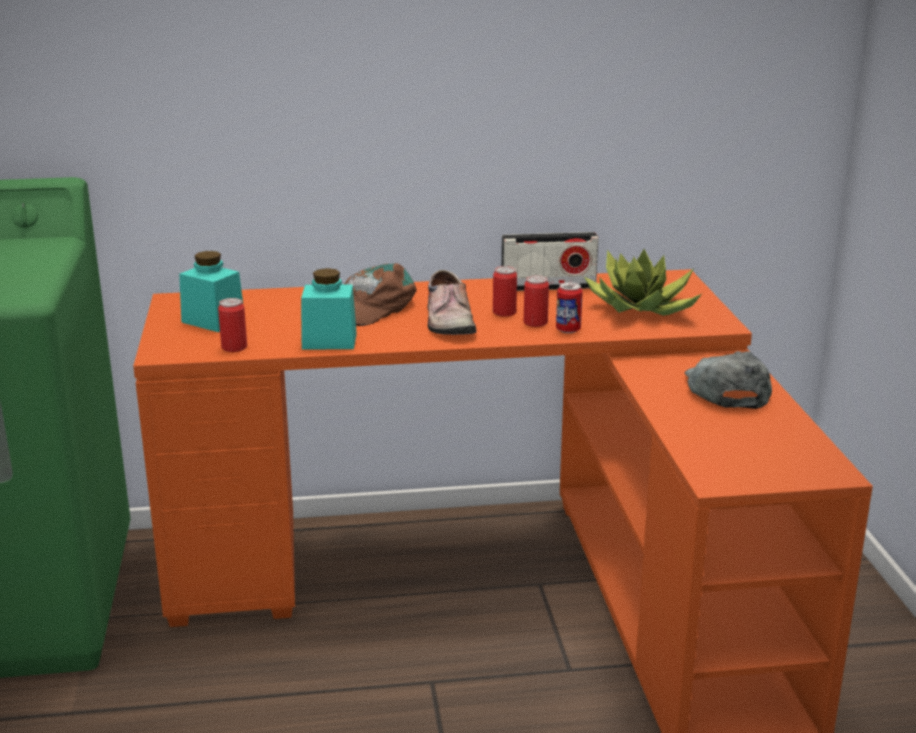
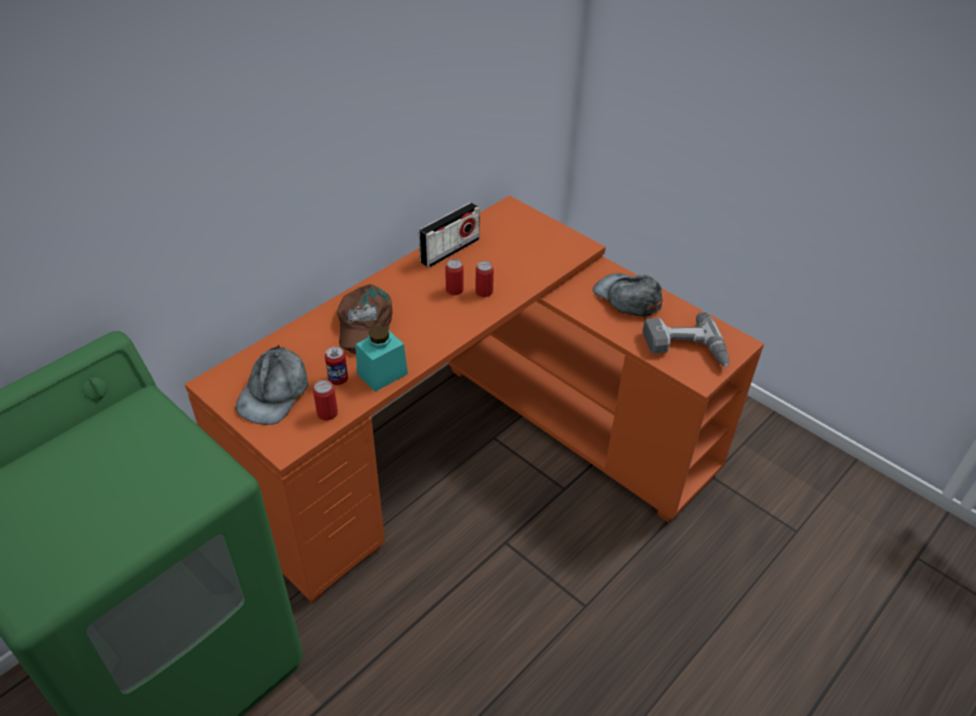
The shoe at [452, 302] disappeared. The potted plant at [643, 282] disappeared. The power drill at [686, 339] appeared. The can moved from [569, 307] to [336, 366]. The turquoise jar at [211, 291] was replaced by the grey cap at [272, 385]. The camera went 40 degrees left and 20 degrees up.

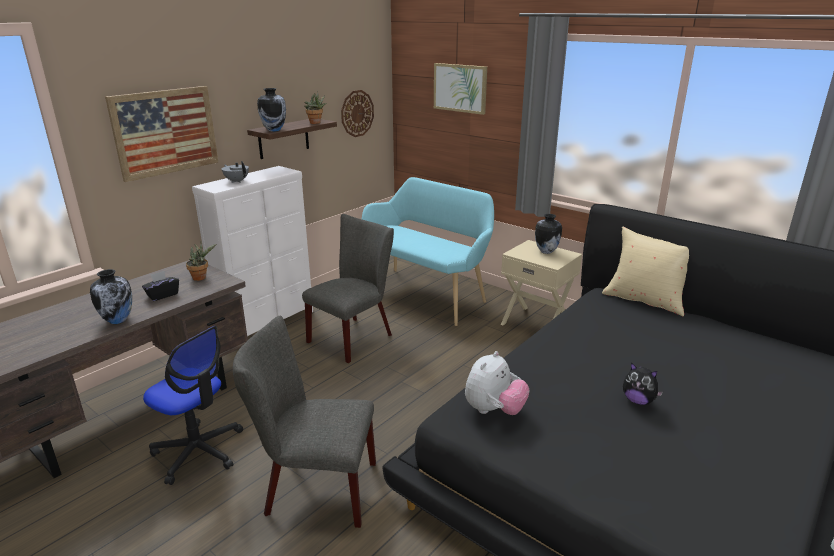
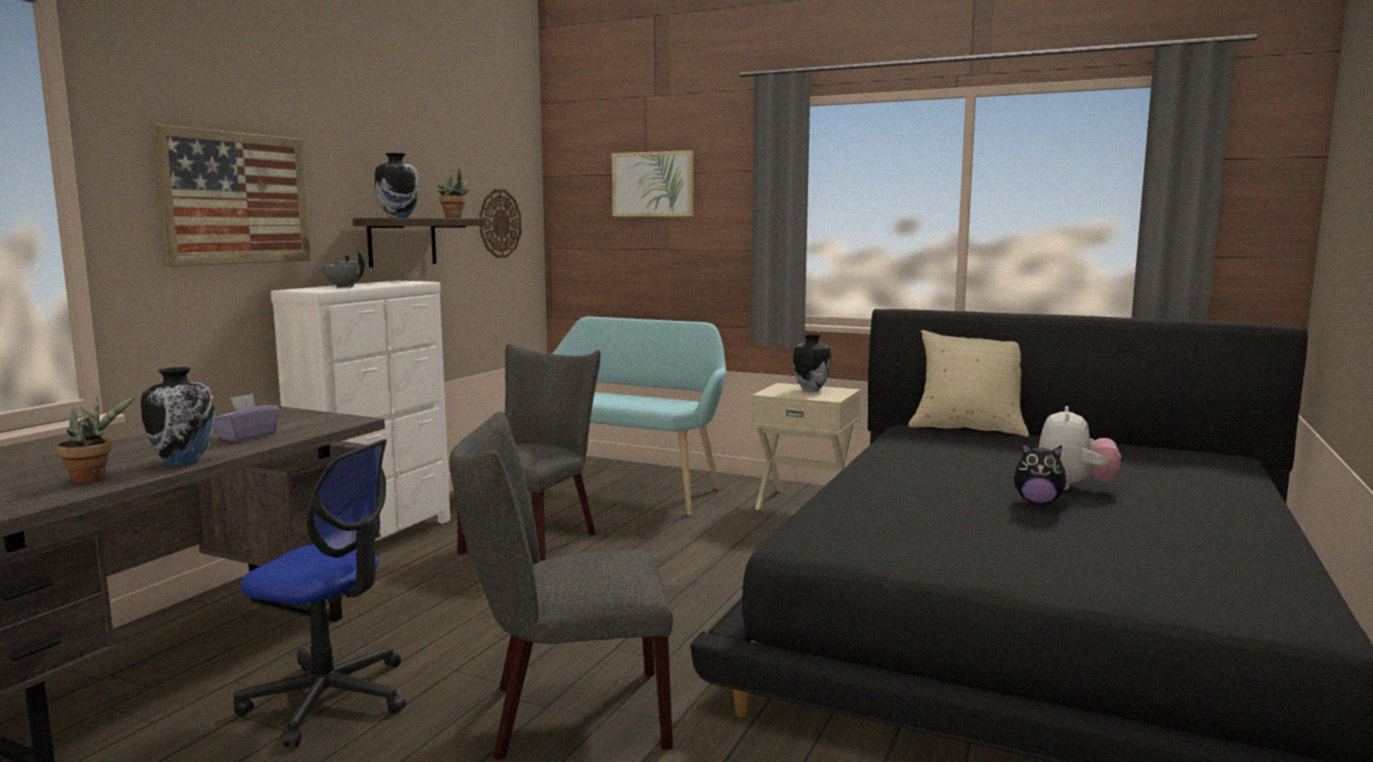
The potted plant moved from [201, 262] to [96, 439]. The plush toy moved from [497, 383] to [1079, 448]. The black tissue box at [160, 286] became the purple tissue box at [247, 418]. The camera went 15 degrees left and 15 degrees down.

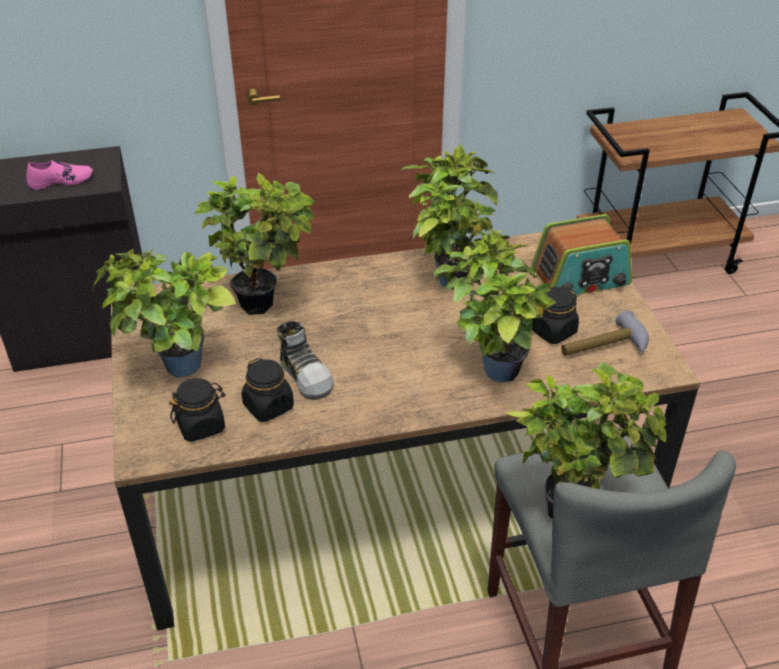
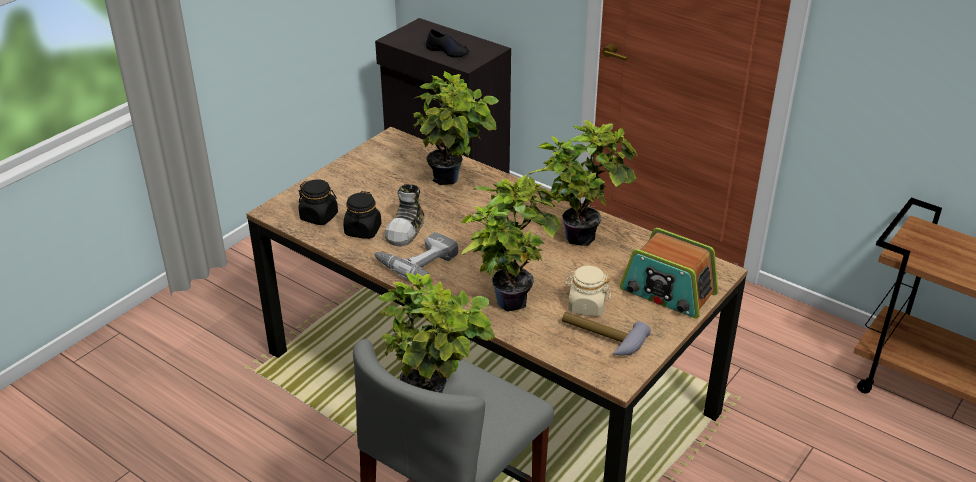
The potted plant at [164, 313] disappeared. The power drill at [416, 256] appeared. The pink shoe at [59, 175] became the black shoe at [447, 43]. The black jar at [555, 315] became the beige jar at [588, 291]. The camera went 50 degrees right and 5 degrees down.

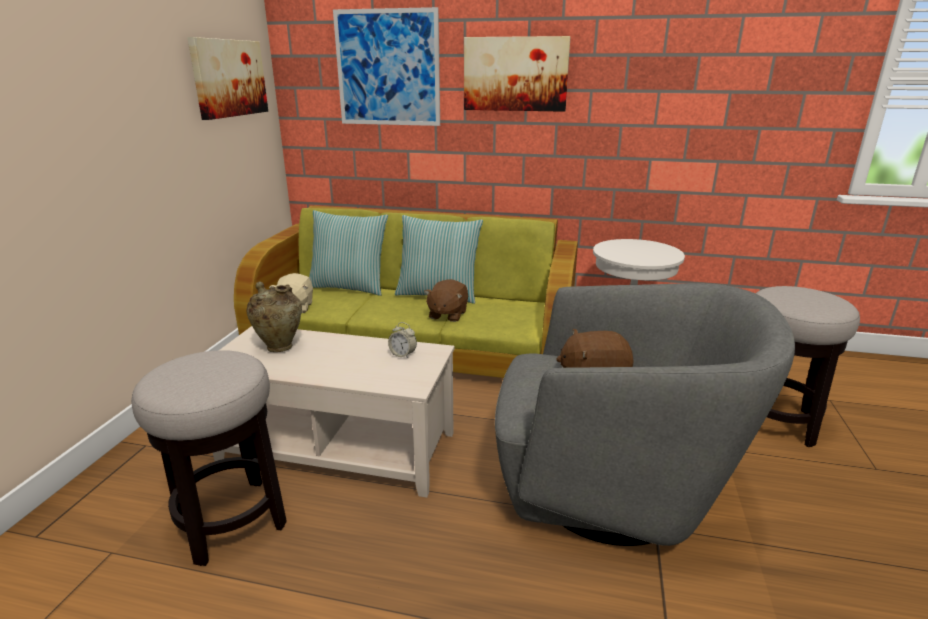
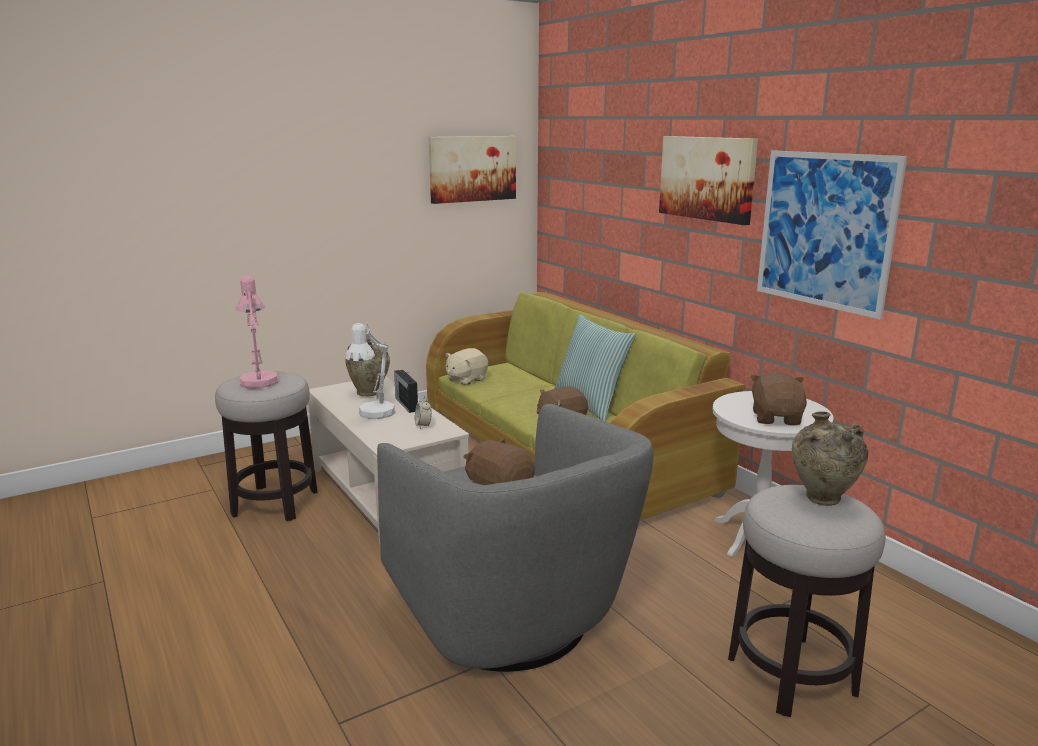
The pillow at [348, 253] disappeared. The pink table lamp at [257, 332] appeared. The white table lamp at [371, 371] appeared. The radio at [406, 391] appeared. The brown plush toy at [778, 398] appeared. The beige vase at [830, 458] appeared. The picture moved from [386, 66] to [832, 235]. The camera went 45 degrees right and 5 degrees down.

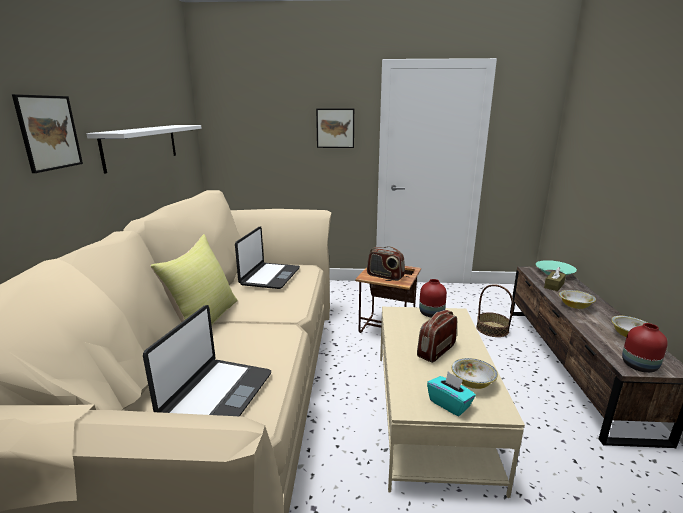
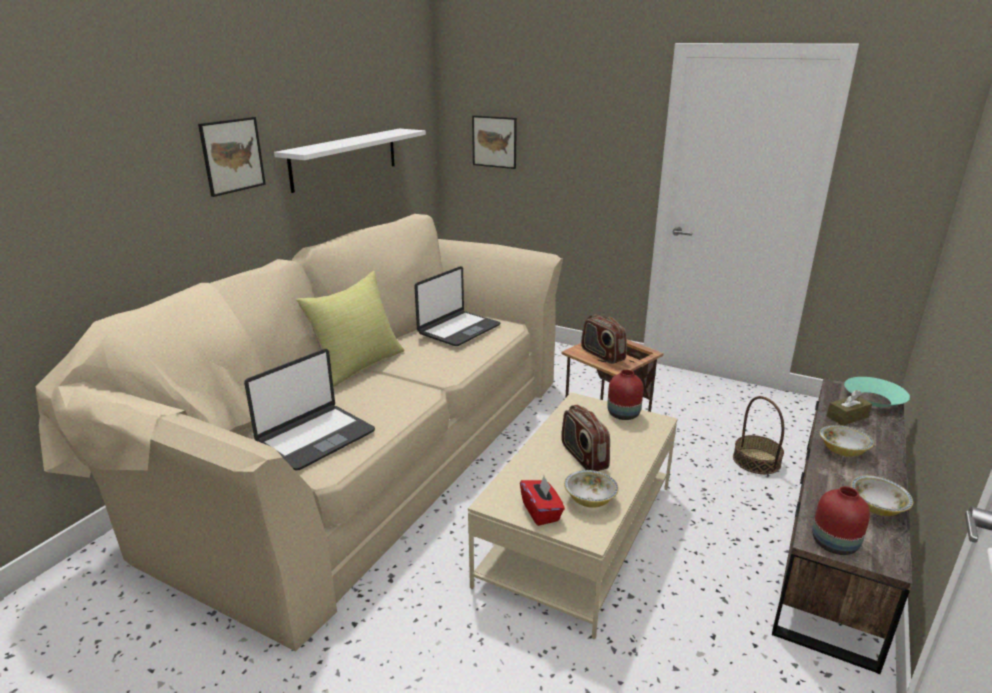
The picture moved from [335, 128] to [494, 142]. The turquoise tissue box at [451, 394] became the red tissue box at [542, 501]. The radio at [437, 336] turned 90 degrees counterclockwise. The camera went 25 degrees right and 5 degrees up.

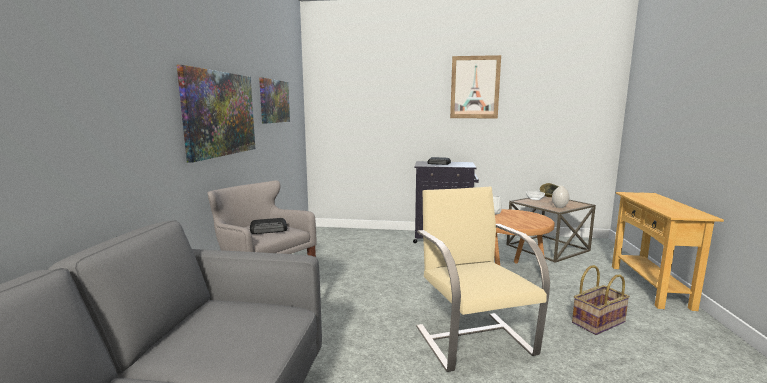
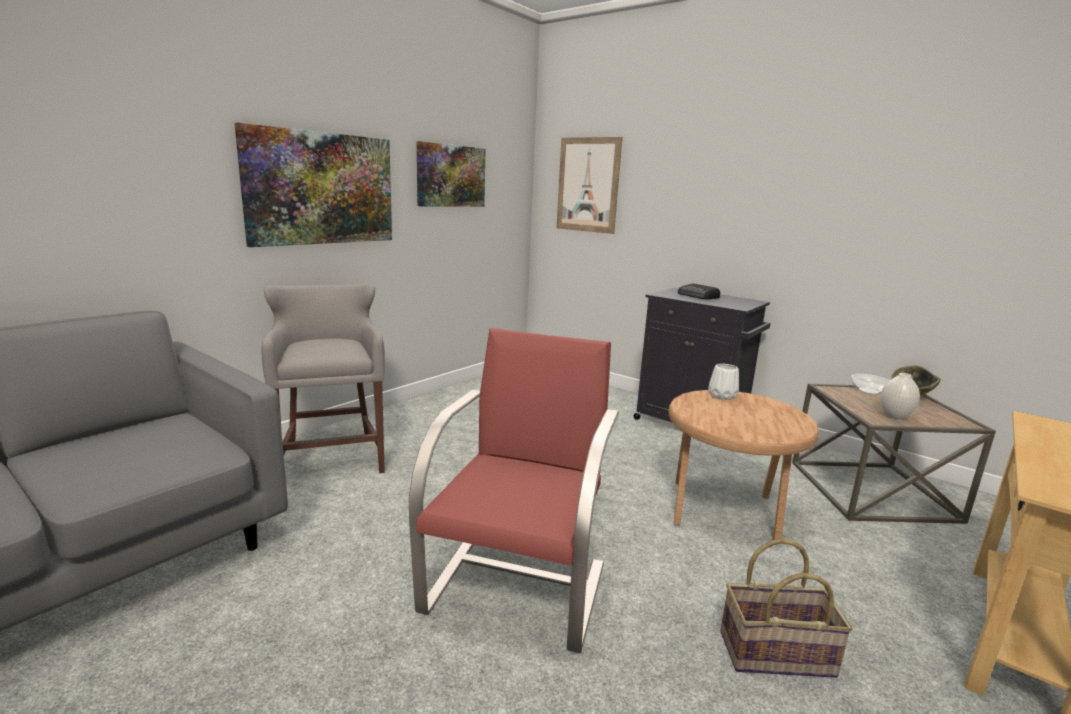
The radio at [268, 226] disappeared. The picture moved from [475, 86] to [589, 185]. The beige armchair at [483, 279] became the red armchair at [514, 490]. The camera went 30 degrees right and 5 degrees up.

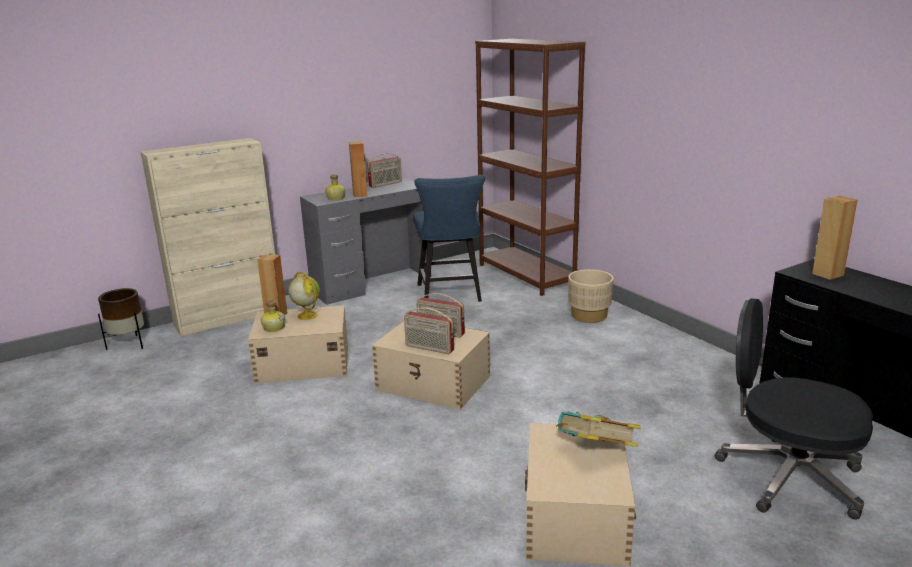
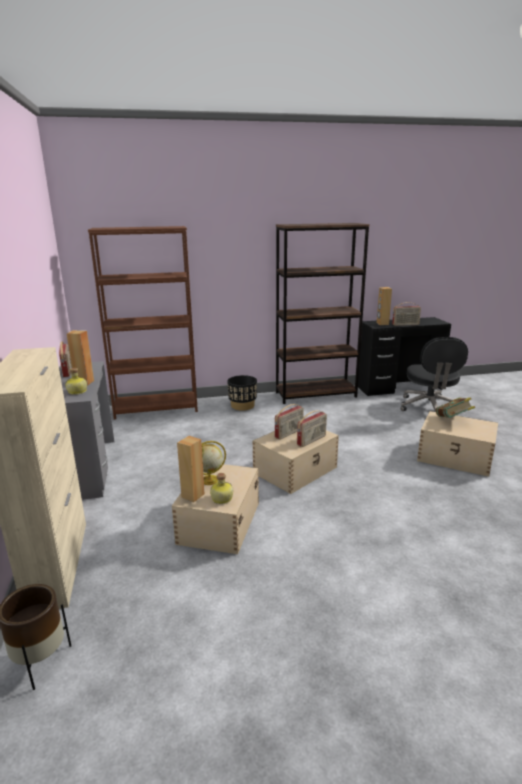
The blue chair at [449, 238] disappeared. The brown bookcase at [323, 313] appeared. The radio at [406, 314] appeared. The beige planter at [591, 296] became the black planter at [242, 393]. The black office chair at [794, 409] turned 45 degrees counterclockwise. The camera went 70 degrees left and 0 degrees up.

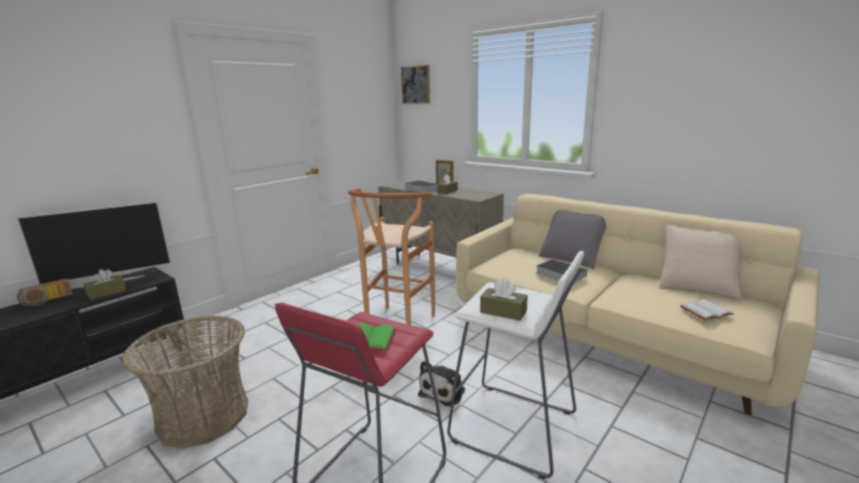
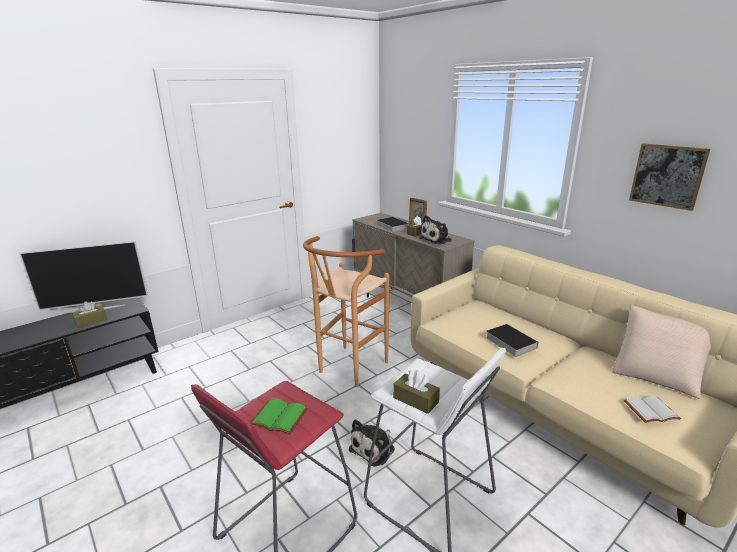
The radio at [44, 292] disappeared. The basket at [185, 382] disappeared. The grey pillow at [572, 239] disappeared. The plush toy at [435, 229] appeared. The picture moved from [415, 84] to [669, 177]. The camera went 10 degrees right and 5 degrees up.

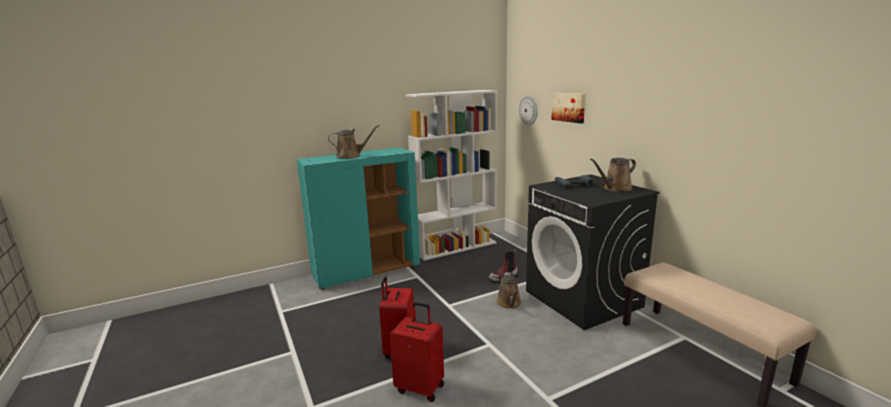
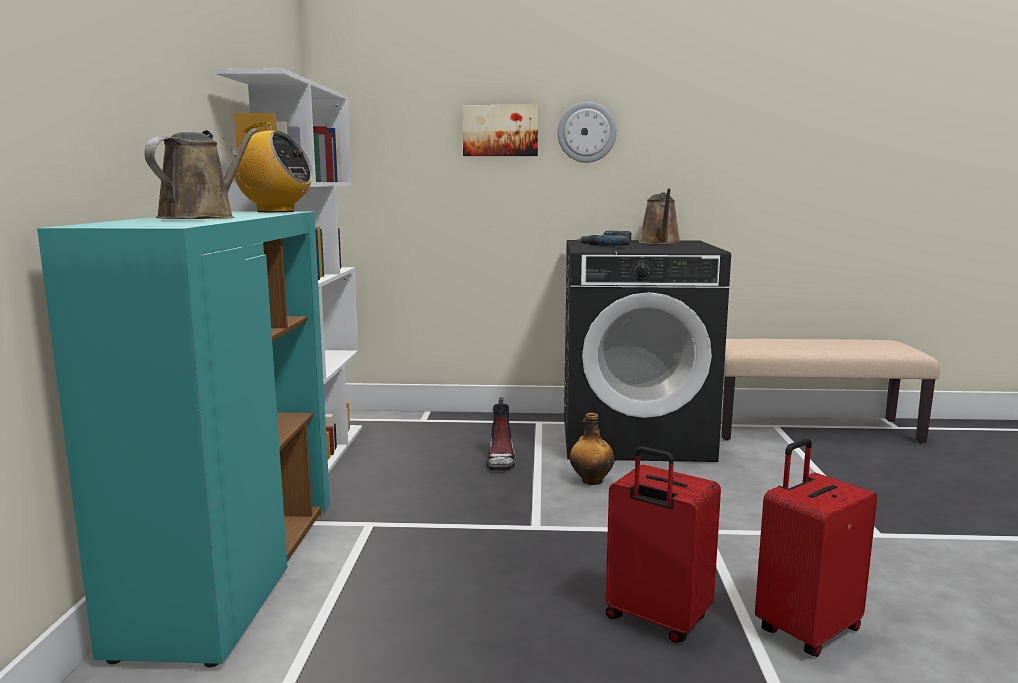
The radio at [268, 167] appeared. The wall clock moved from [528, 110] to [587, 132]. The brown watering can at [509, 290] was replaced by the bottle at [592, 449]. The camera went 60 degrees left and 5 degrees down.

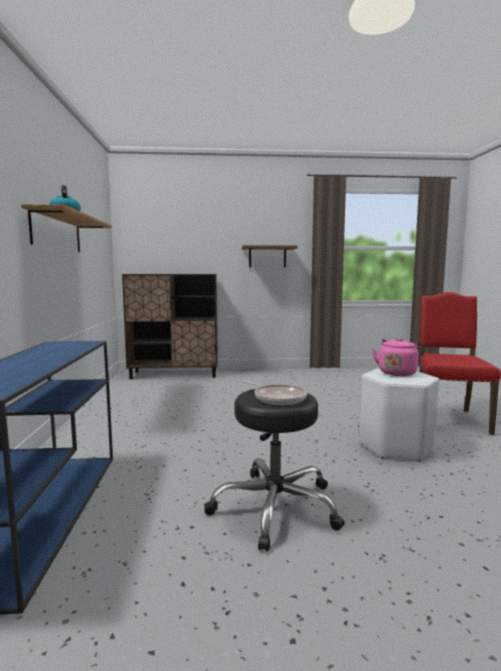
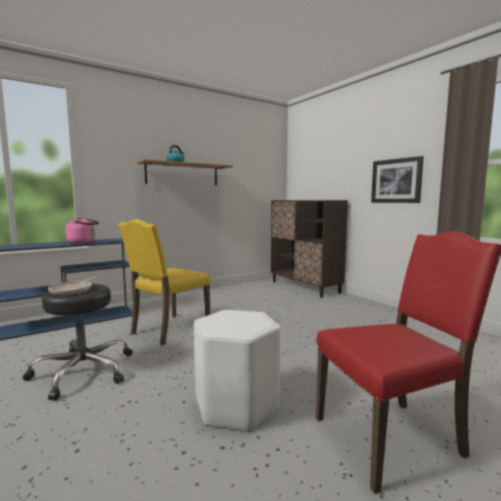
The yellow chair at [164, 282] appeared. The pink kettle moved from [396, 357] to [82, 230]. The shelf at [270, 256] was replaced by the picture at [397, 179]. The camera went 60 degrees right and 0 degrees up.

